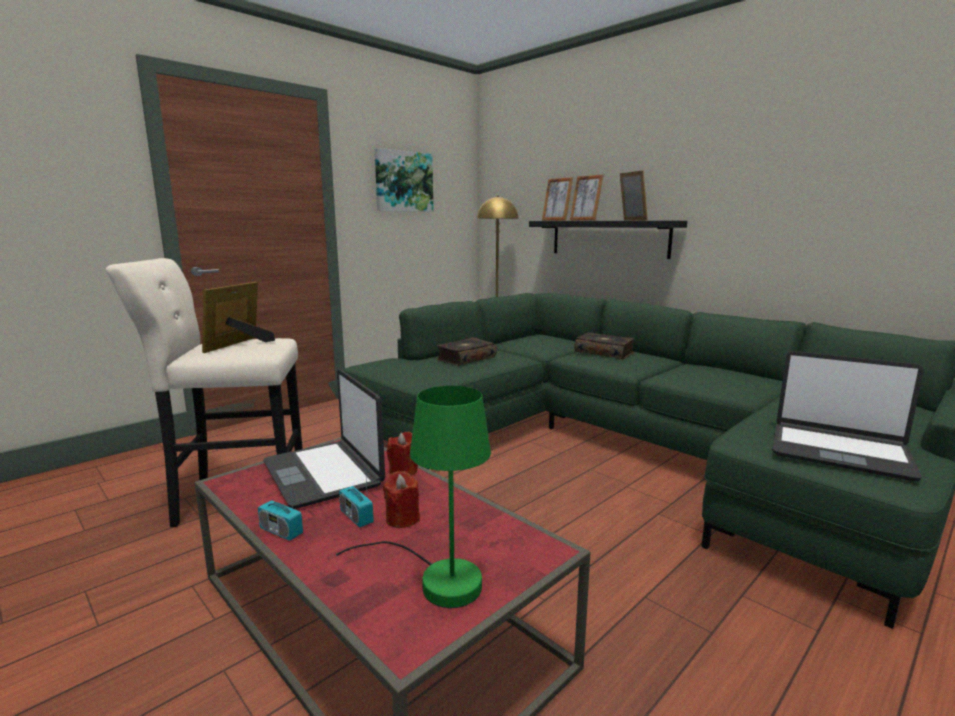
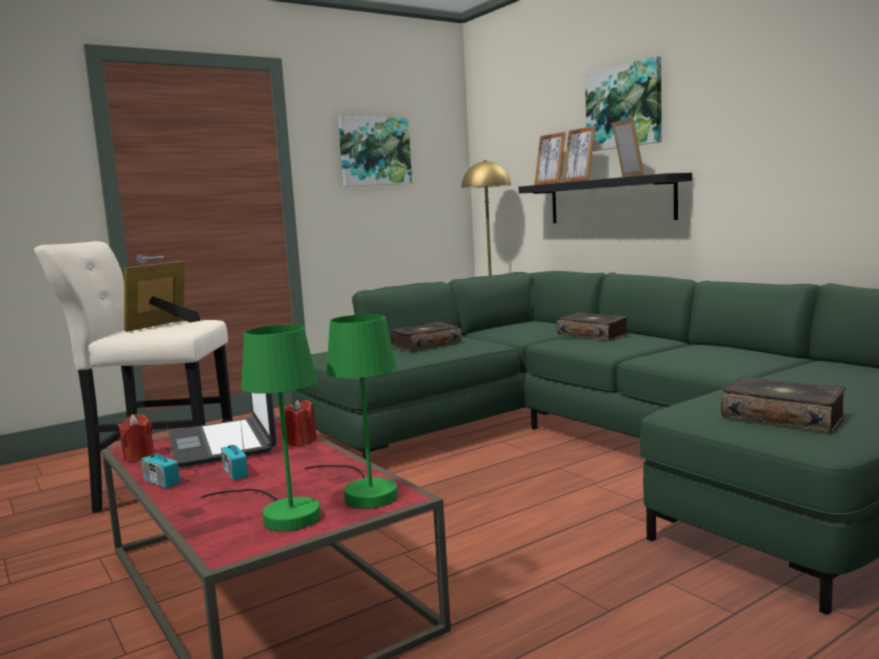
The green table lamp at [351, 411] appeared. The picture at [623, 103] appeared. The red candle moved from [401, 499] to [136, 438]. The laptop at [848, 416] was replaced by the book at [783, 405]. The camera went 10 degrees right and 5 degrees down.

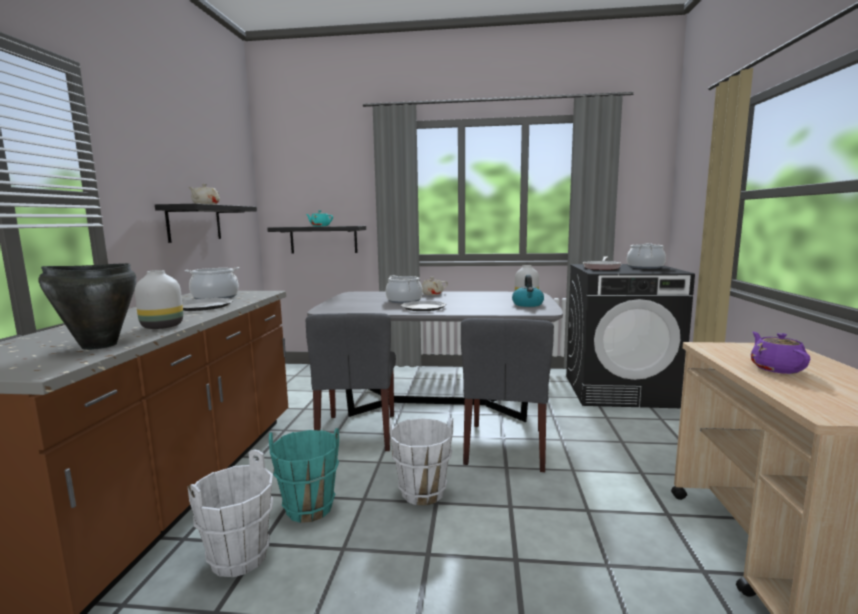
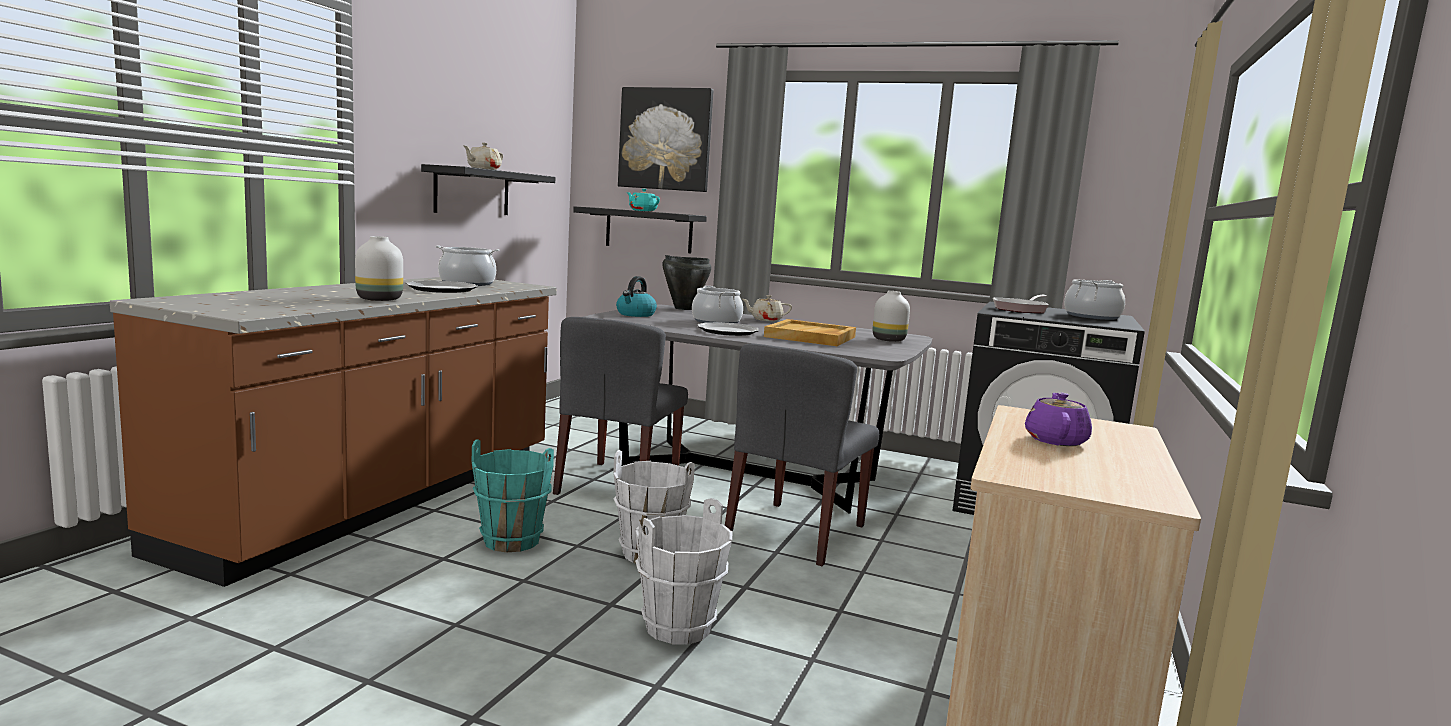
The picture at [665, 139] appeared. The beige tray at [810, 332] appeared. The black cooking pot moved from [88, 306] to [687, 282]. The white bucket moved from [230, 513] to [684, 571]. The kettle moved from [528, 291] to [636, 296]. The camera went 15 degrees right and 0 degrees up.

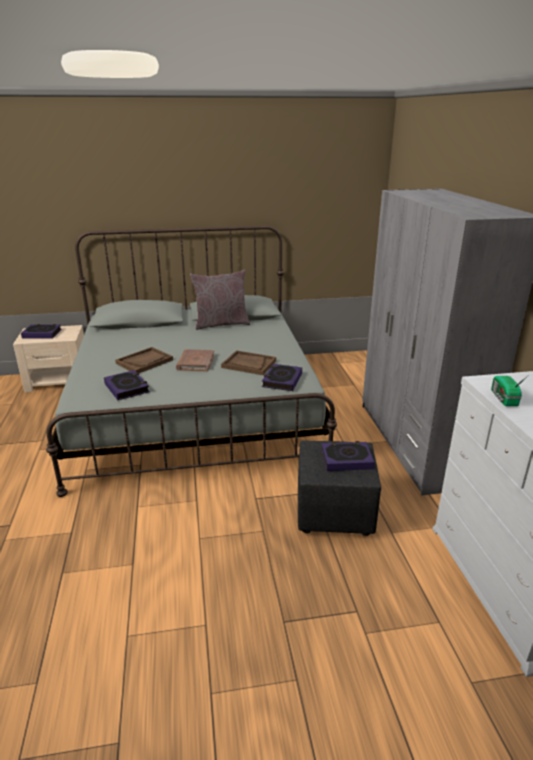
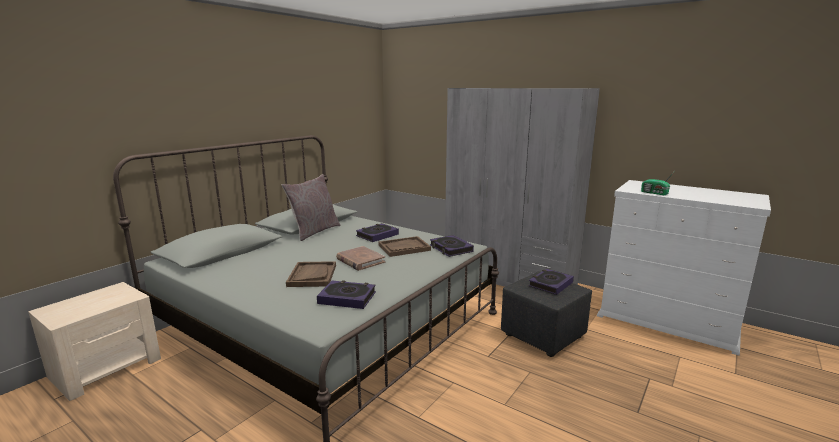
The book moved from [41, 331] to [377, 232]. The camera went 45 degrees left and 10 degrees down.

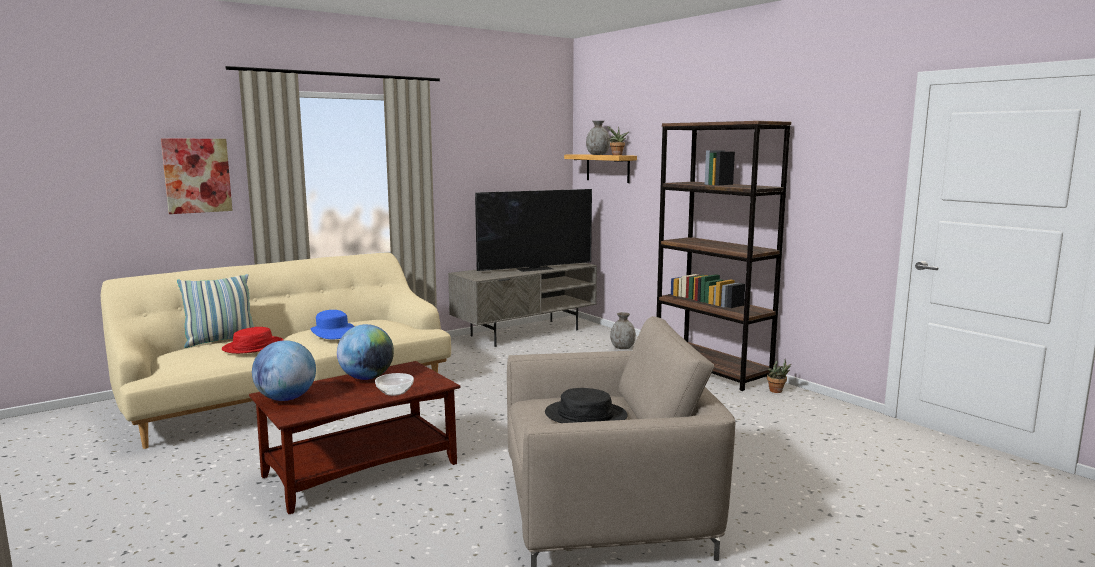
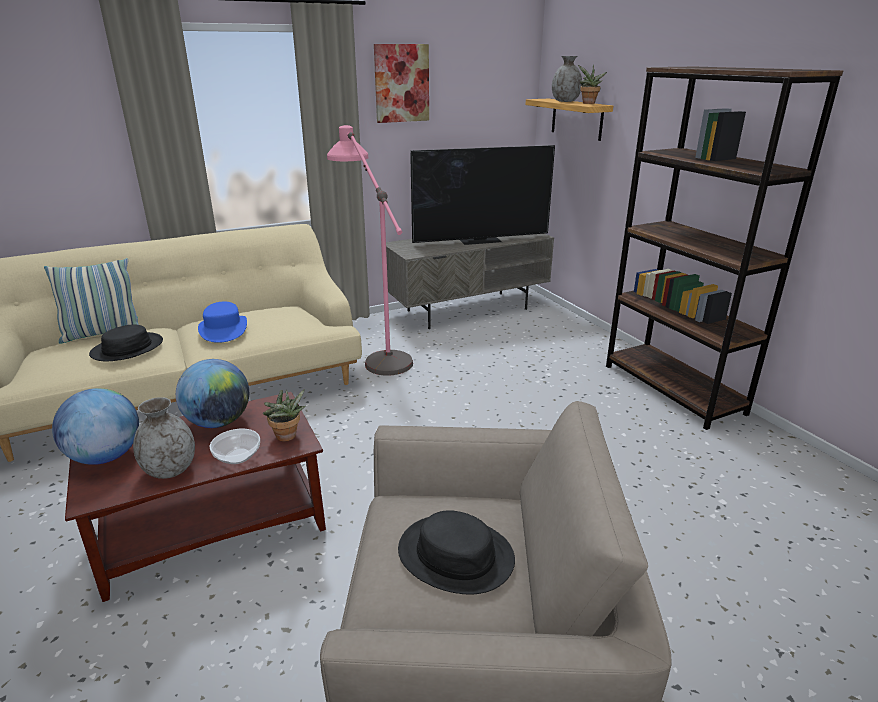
The pink floor lamp at [370, 250] appeared. The picture moved from [197, 176] to [401, 83]. The grey vase moved from [623, 330] to [164, 438]. The potted plant moved from [779, 376] to [284, 415]. The red hat at [252, 340] became the black hat at [126, 342]. The camera went 10 degrees right and 15 degrees up.

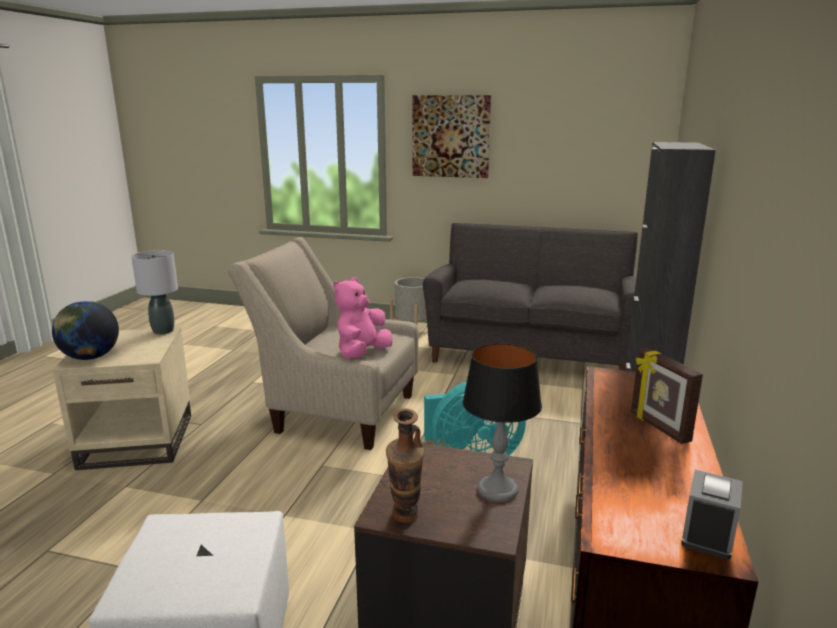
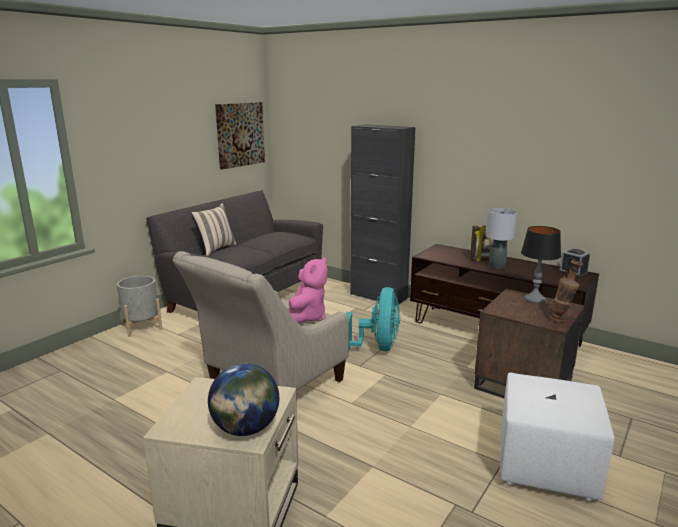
The beige pillow at [214, 229] appeared. The grey table lamp moved from [154, 292] to [501, 238]. The picture moved from [451, 136] to [240, 136]. The pink plush toy at [363, 318] turned 120 degrees counterclockwise. The camera went 70 degrees left and 0 degrees up.

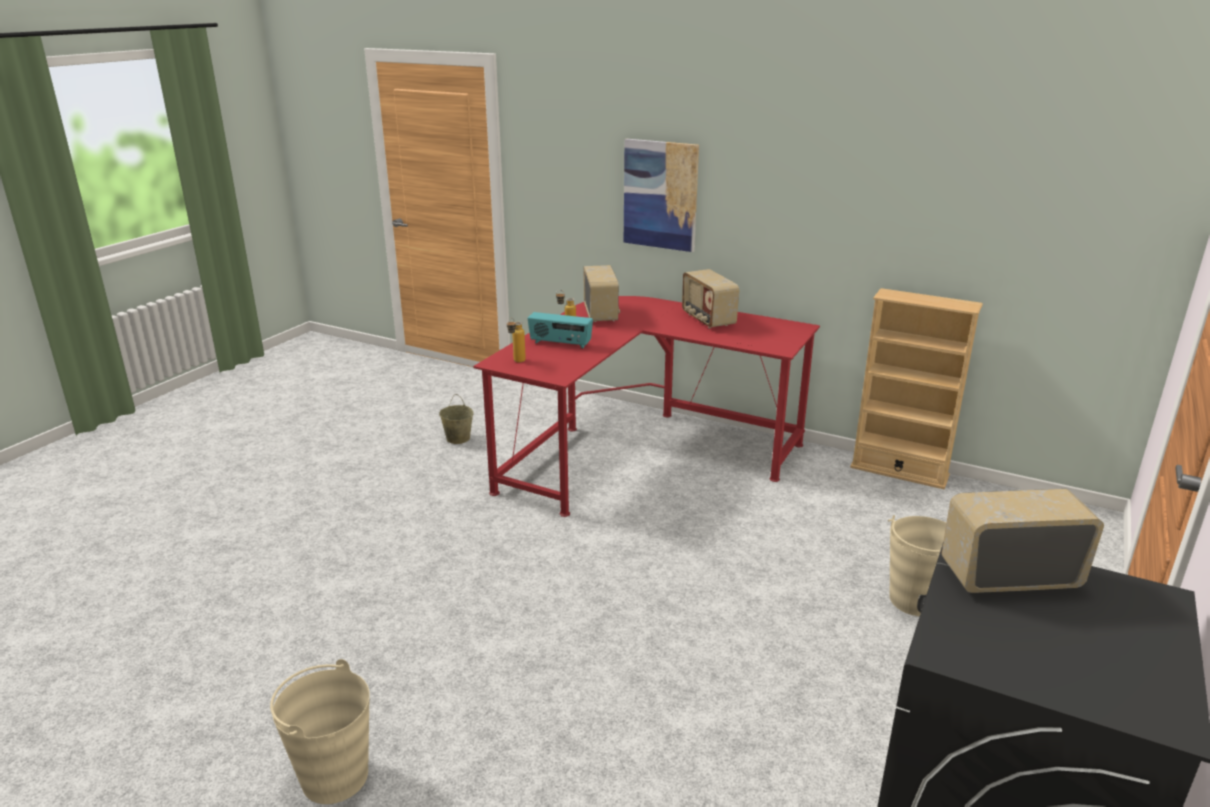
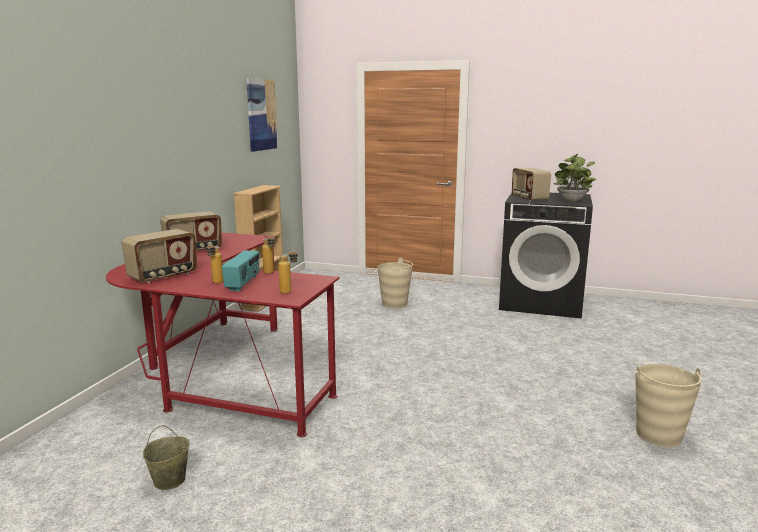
The bottle at [268, 253] appeared. The potted plant at [575, 177] appeared. The picture moved from [661, 195] to [262, 115]. The radio at [601, 293] turned 150 degrees clockwise. The camera went 100 degrees left and 10 degrees down.

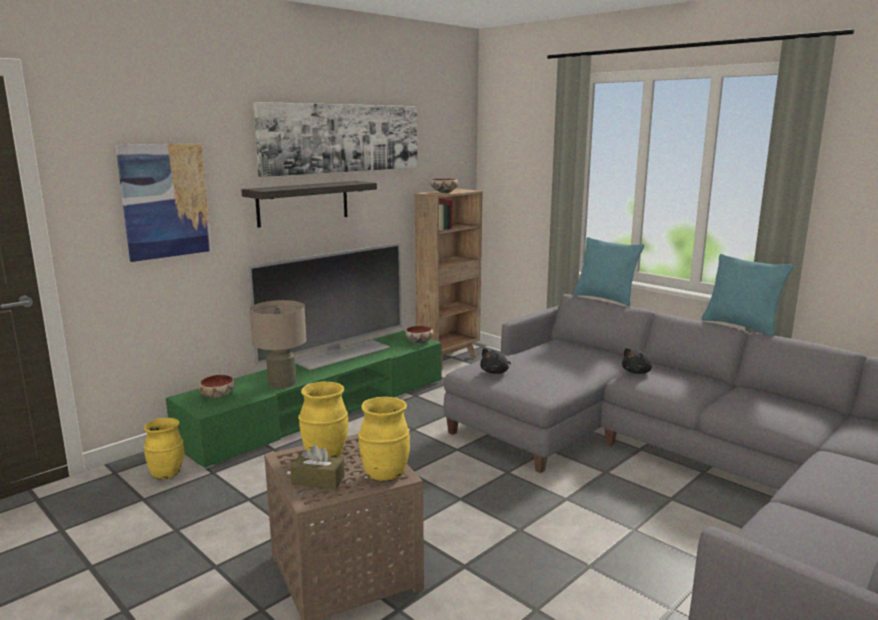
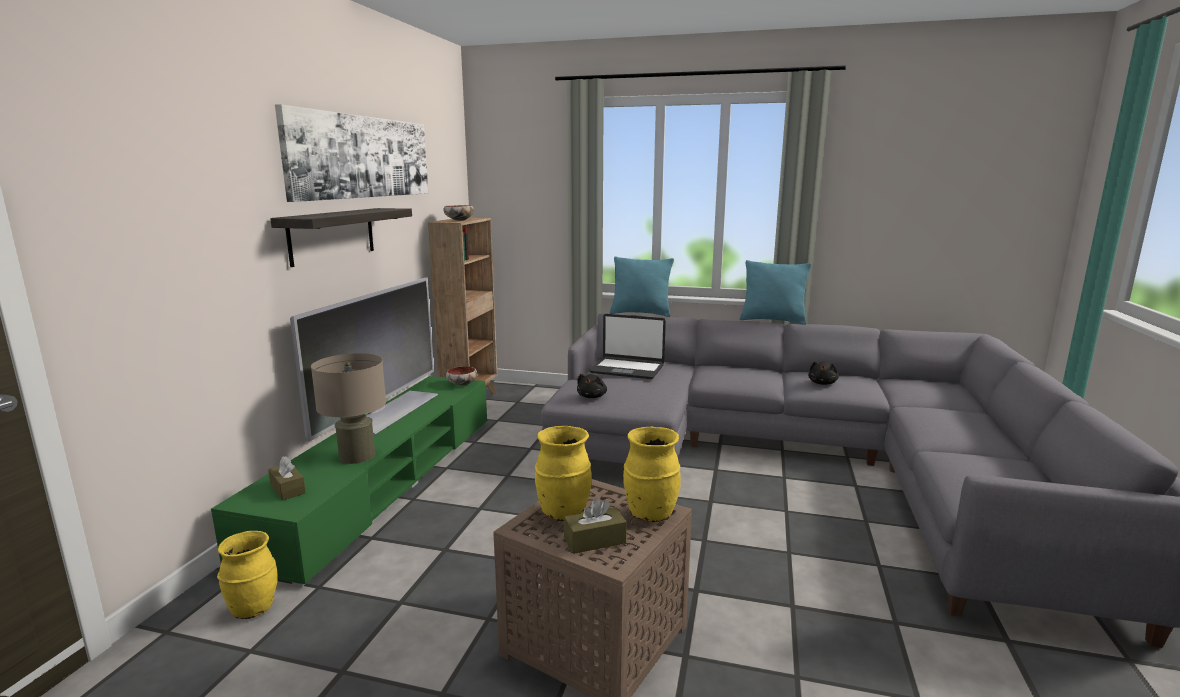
The picture at [163, 202] disappeared. The laptop at [627, 346] appeared. The black plush toy moved from [637, 361] to [823, 373]. The bowl at [216, 387] was replaced by the brown tissue box at [287, 478]. The camera went 30 degrees left and 0 degrees up.

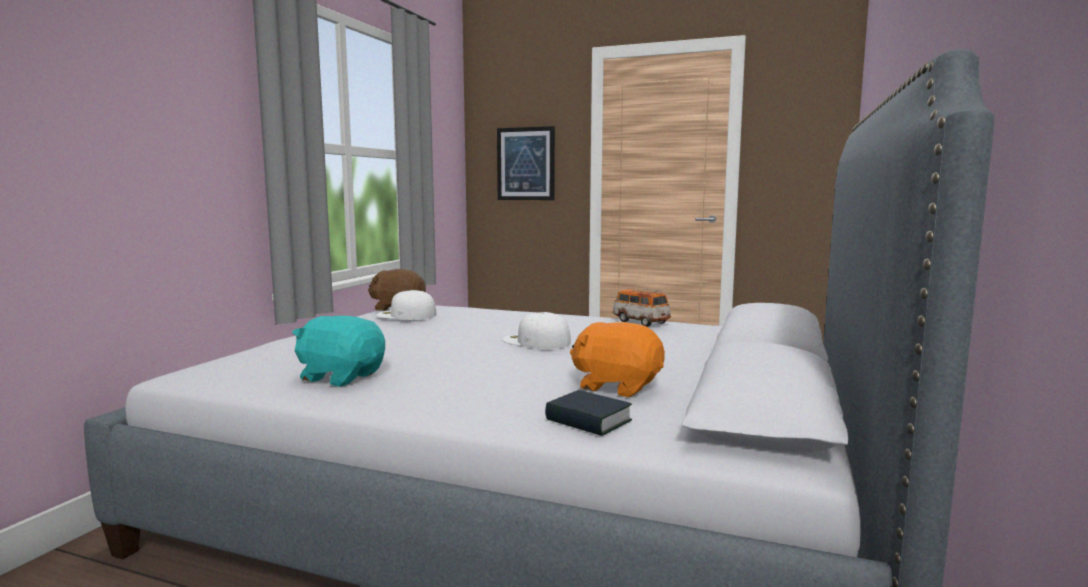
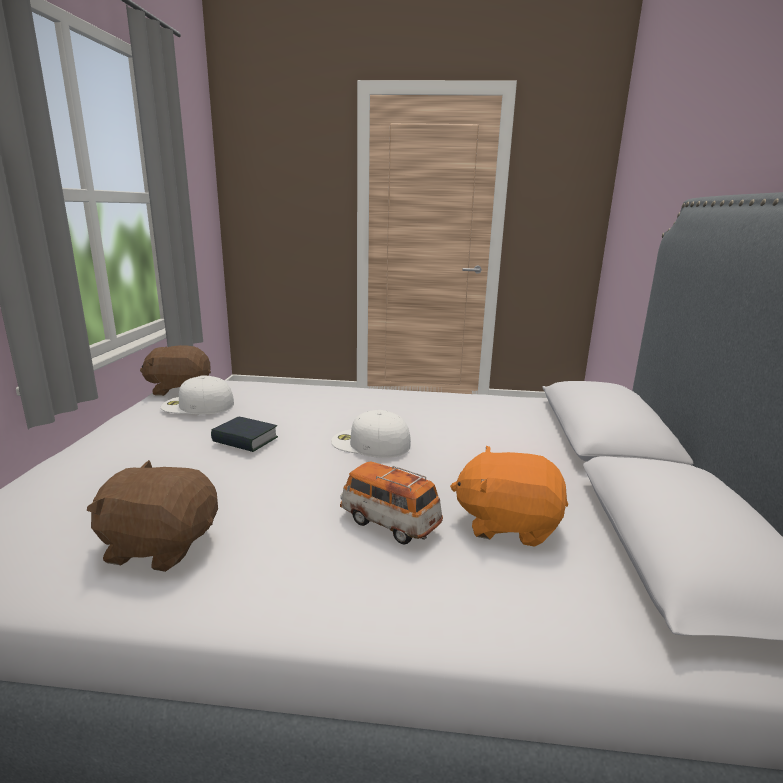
The picture at [526, 163] disappeared. The book moved from [588, 413] to [244, 434]. The toy car moved from [641, 308] to [391, 502]. The turquoise plush toy at [338, 351] became the brown plush toy at [152, 516]. The camera went 15 degrees left and 10 degrees up.

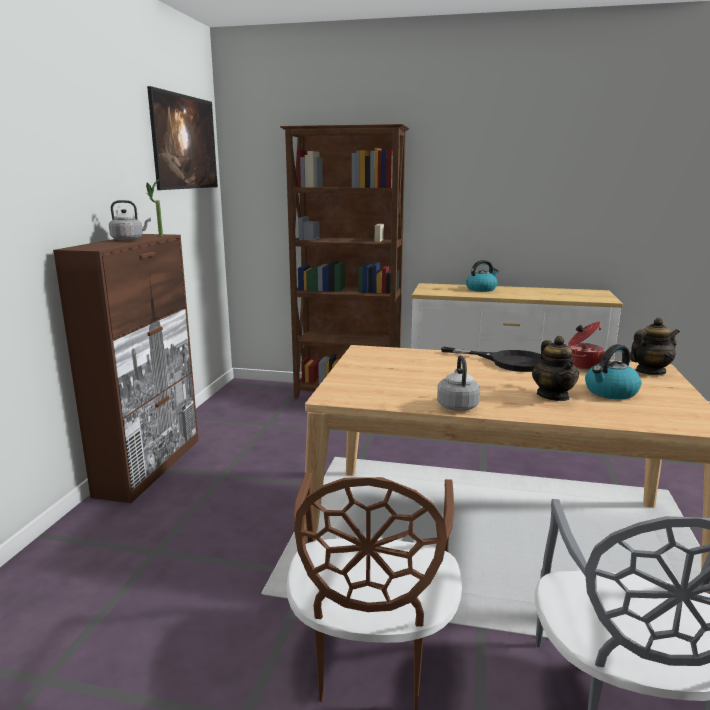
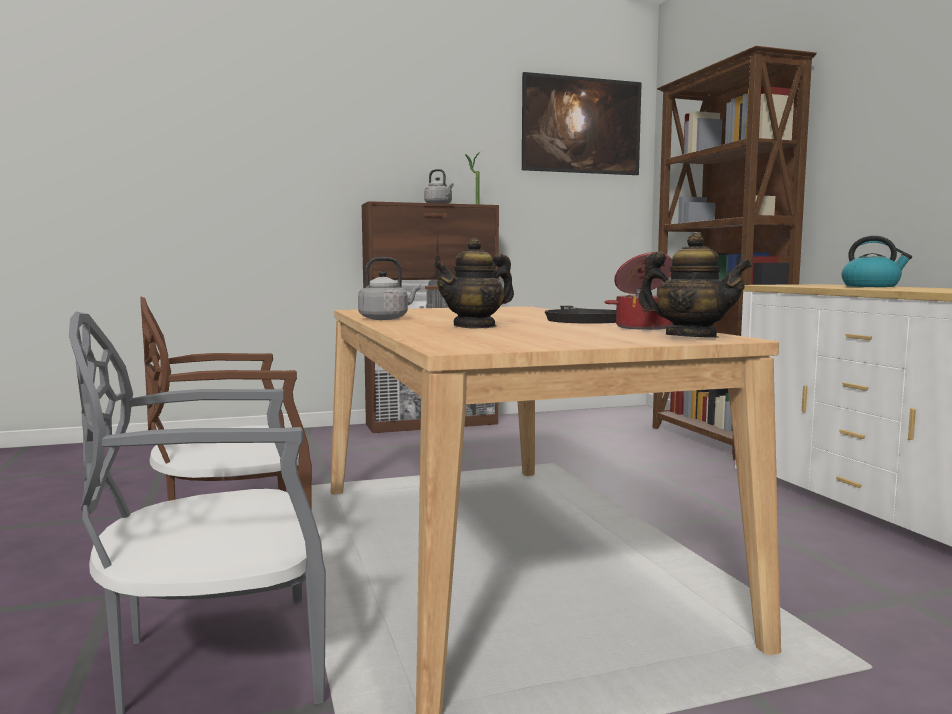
The kettle at [613, 371] disappeared. The camera went 60 degrees right and 10 degrees down.

